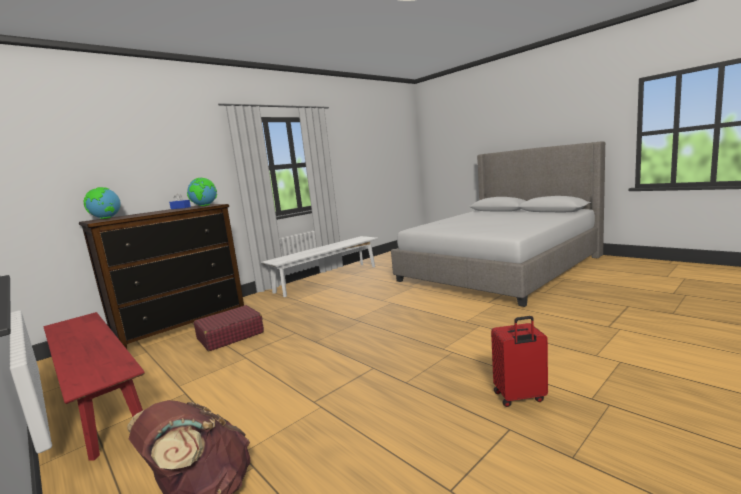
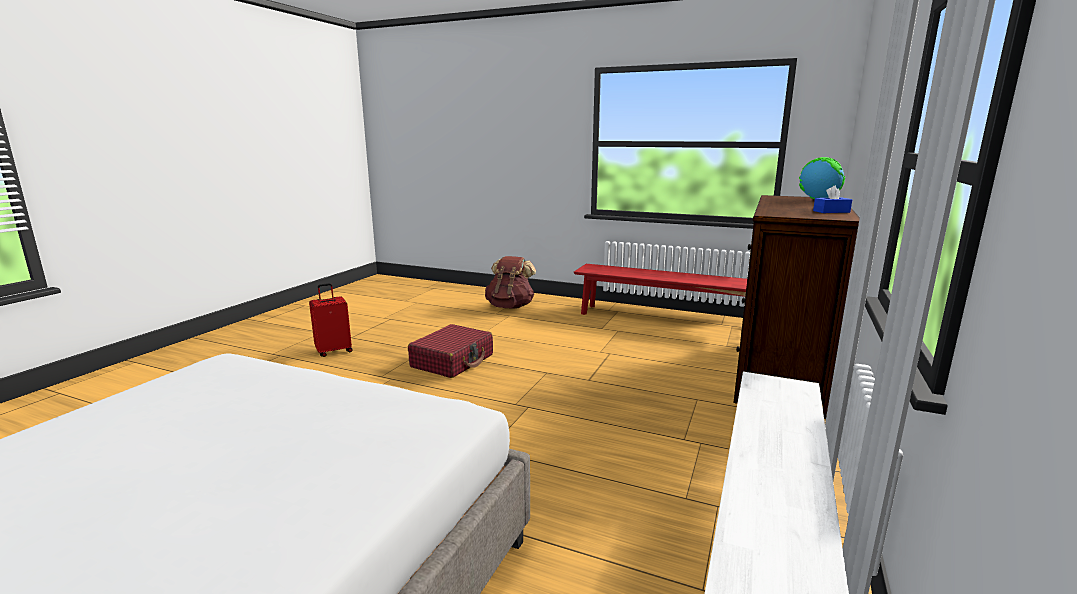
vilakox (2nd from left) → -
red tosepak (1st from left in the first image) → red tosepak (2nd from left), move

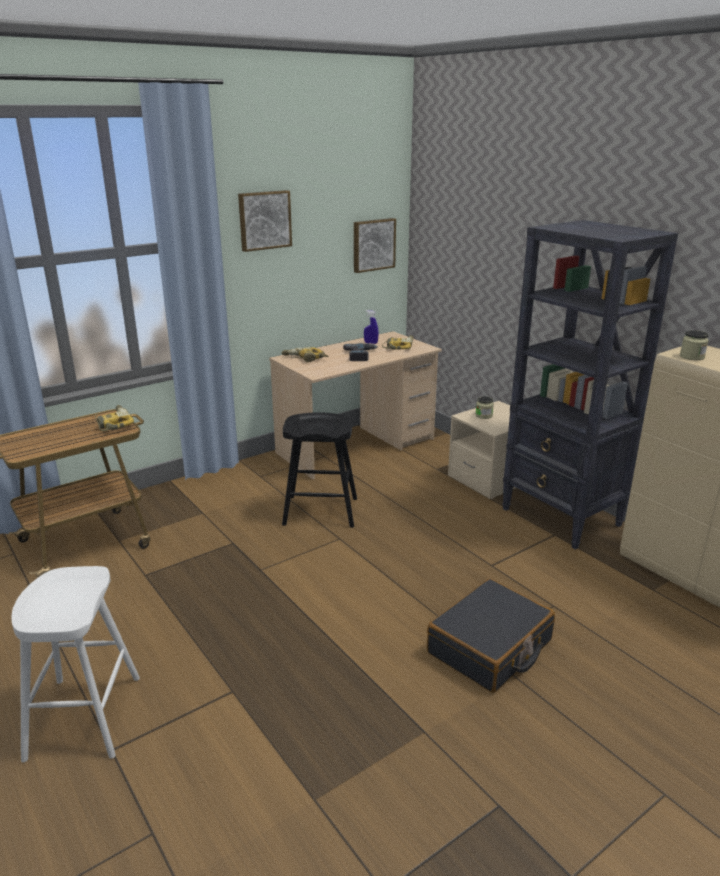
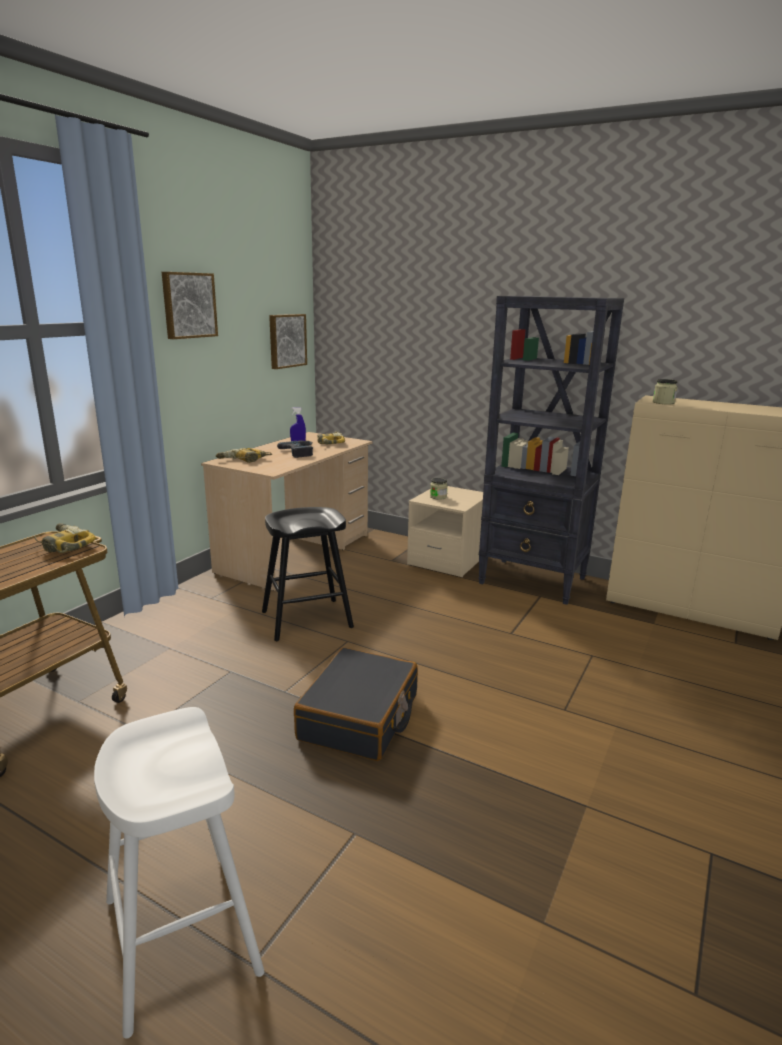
black tosepak, move

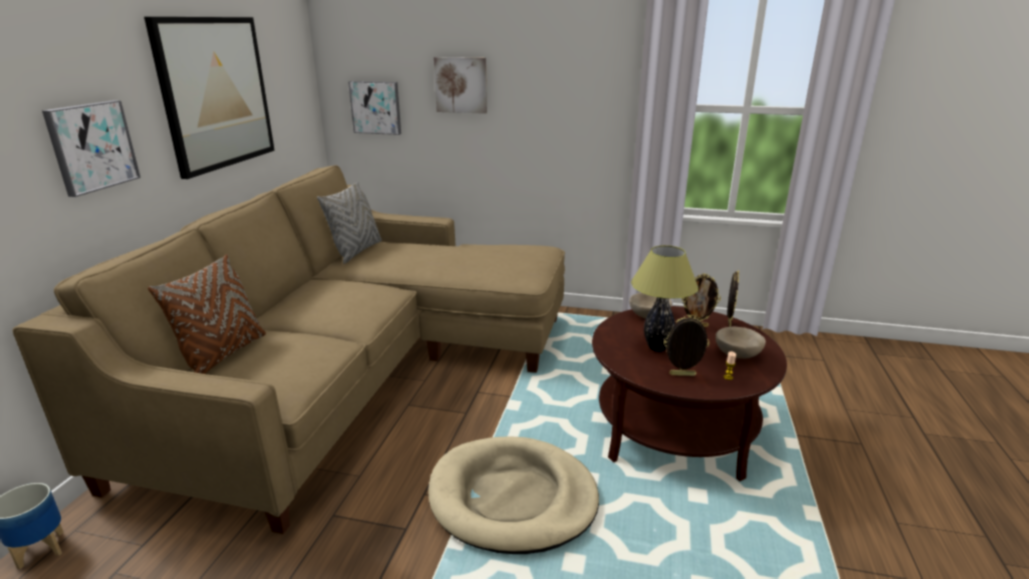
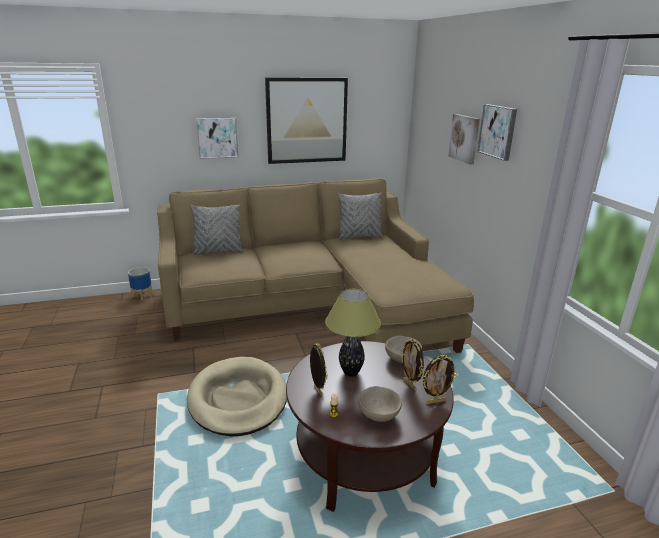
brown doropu → grey doropu (1st from left)
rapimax (3rd from left in the first image) → rapimax (4th from left), move

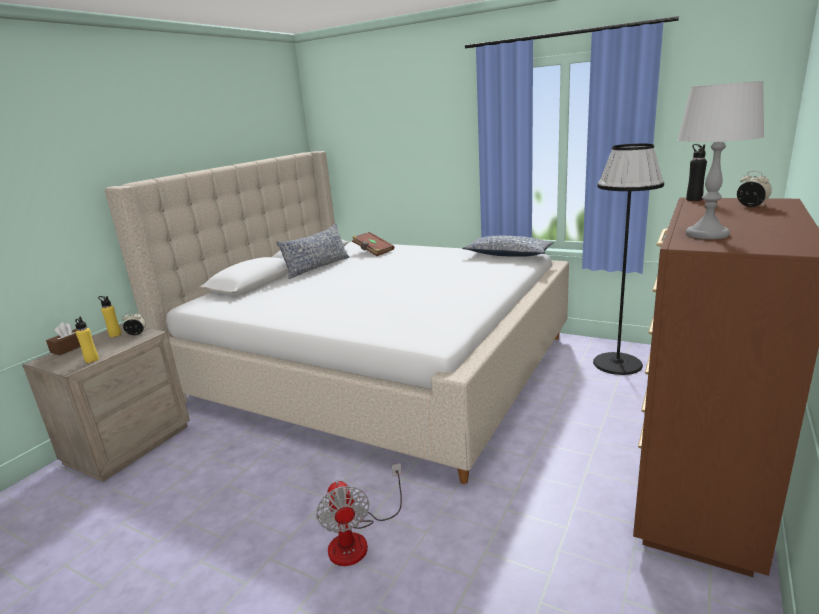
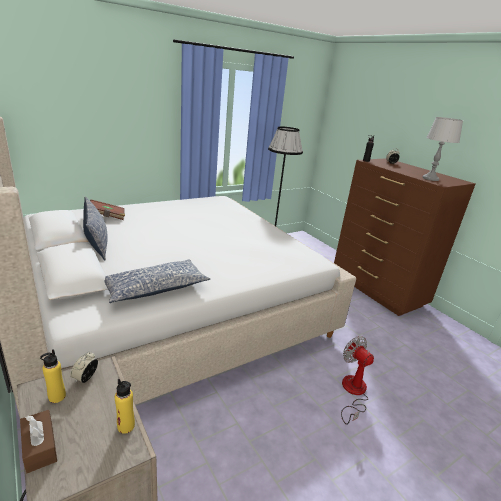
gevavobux, 135 degrees counterclockwise
doropu (2nd from left), move

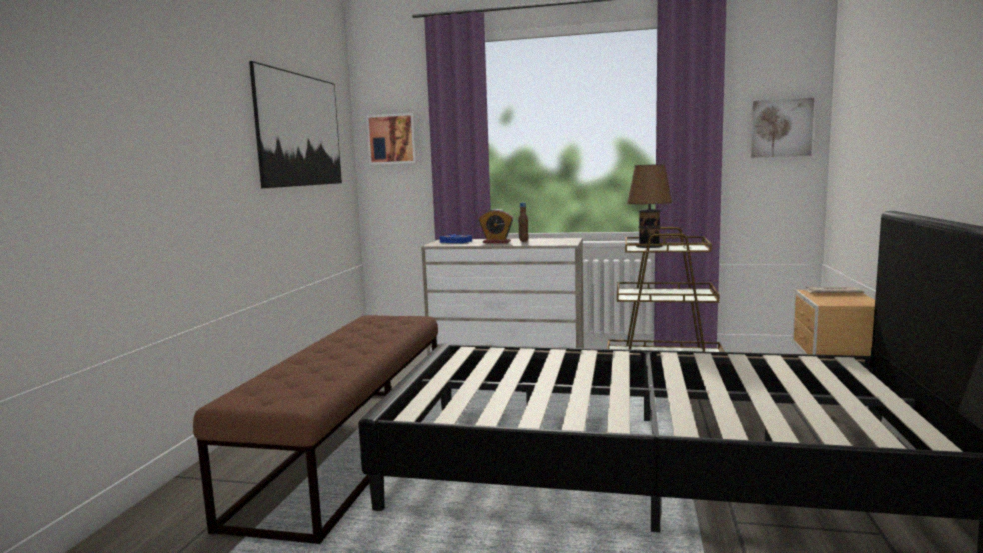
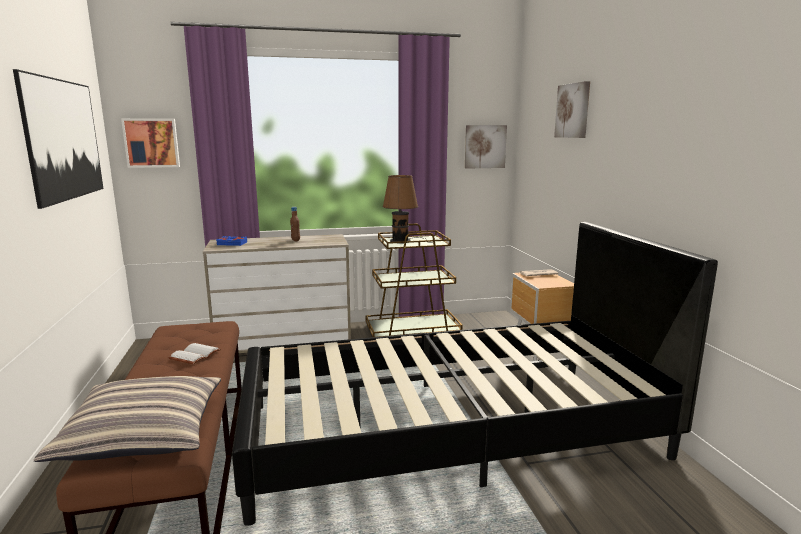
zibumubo → -
- → doropu
- → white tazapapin
- → rapimax (4th from left)

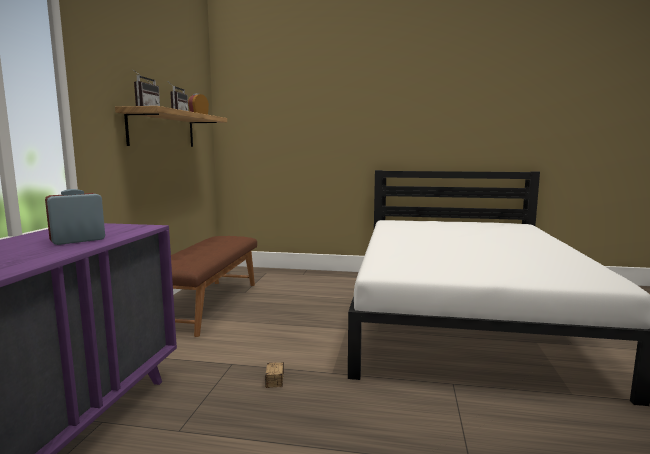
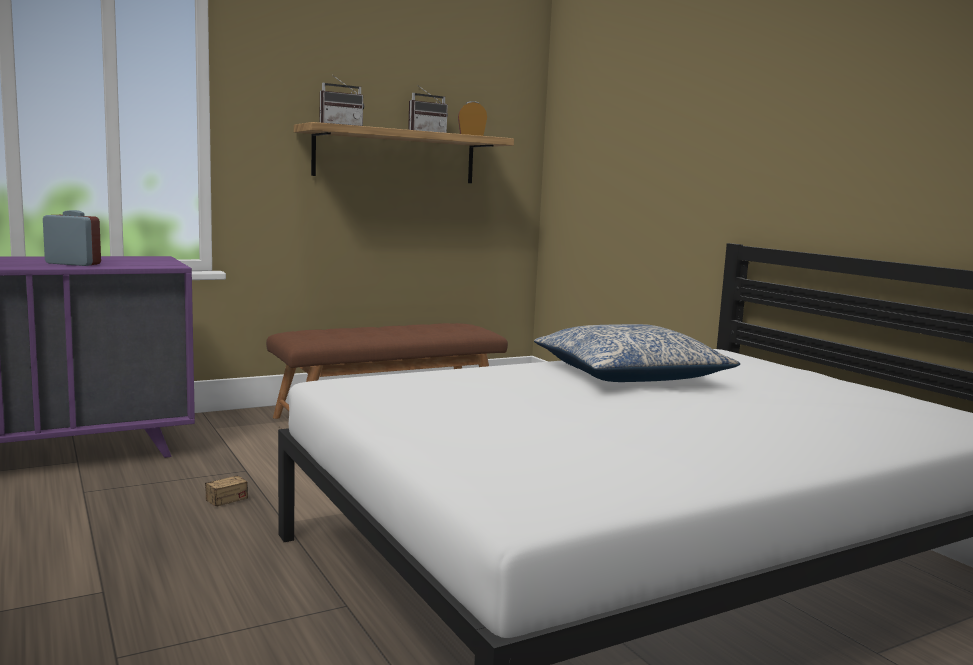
- → doropu

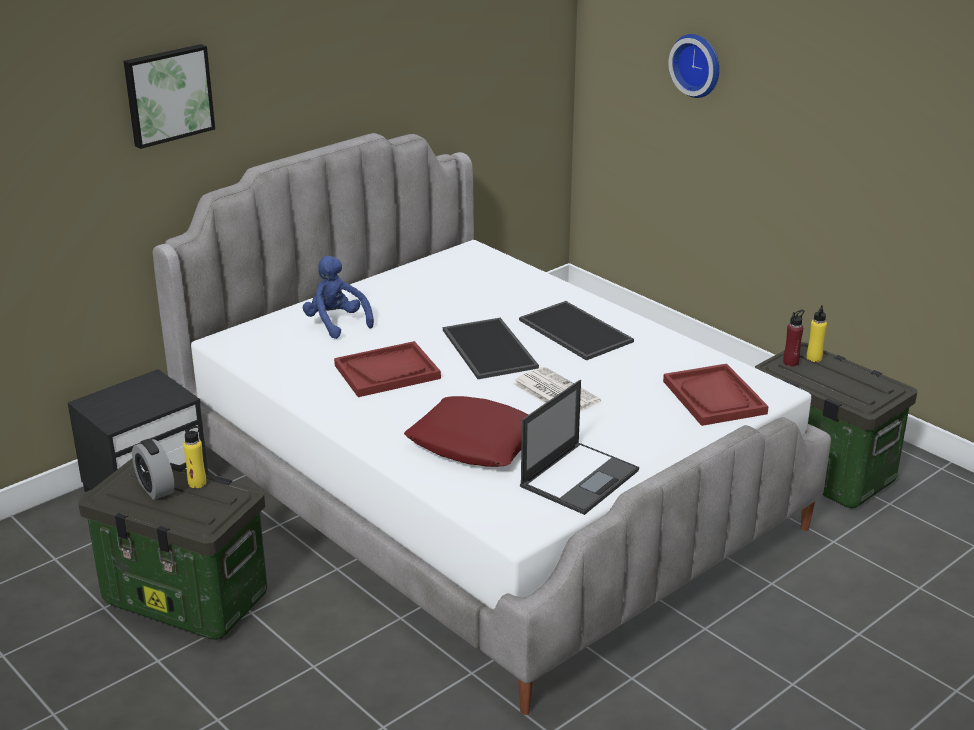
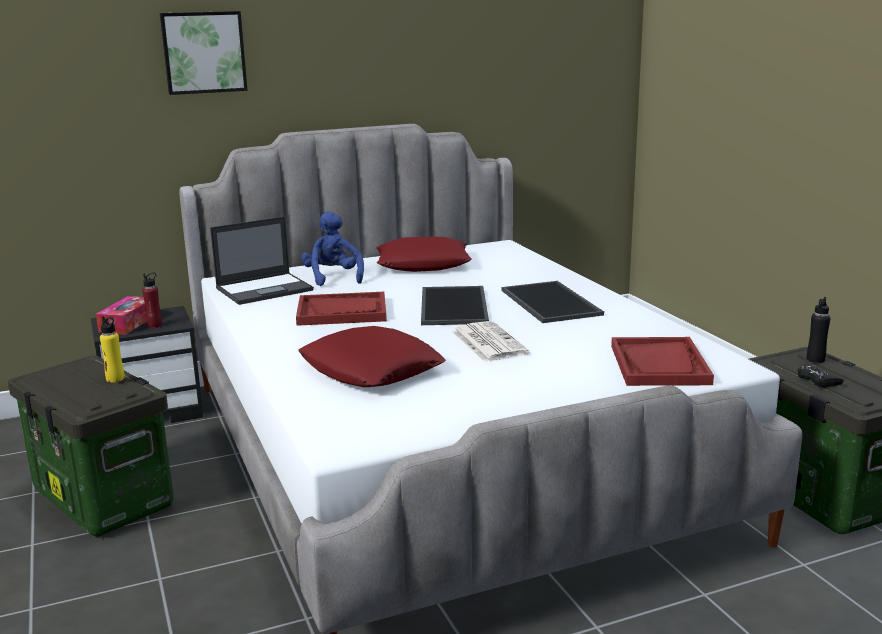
zibumubo → -
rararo, move
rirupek → -
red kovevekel, move
yellow kovevekel (2nd from left) → black kovevekel
- → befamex
- → red doropu (2nd from left)
- → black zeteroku

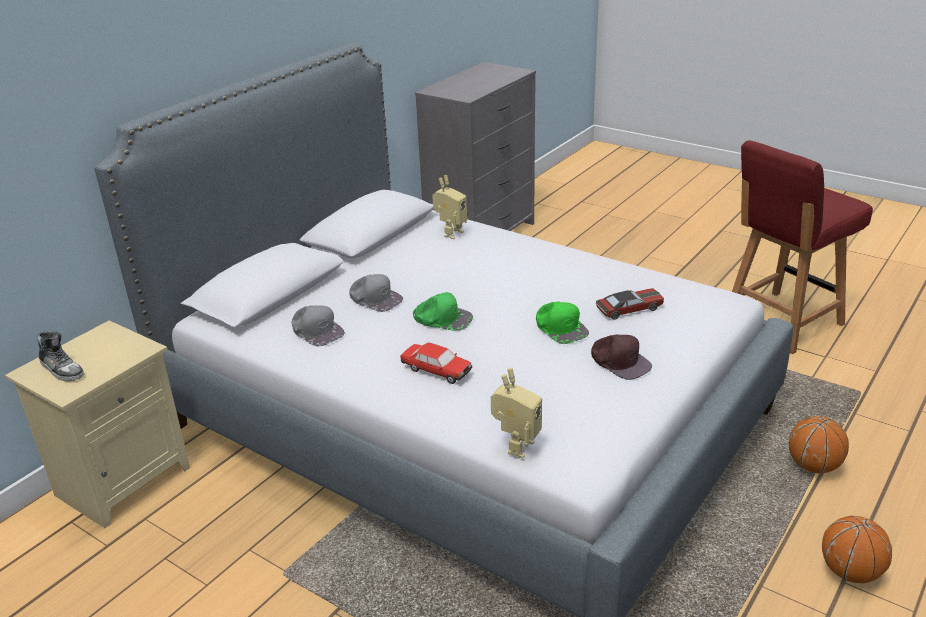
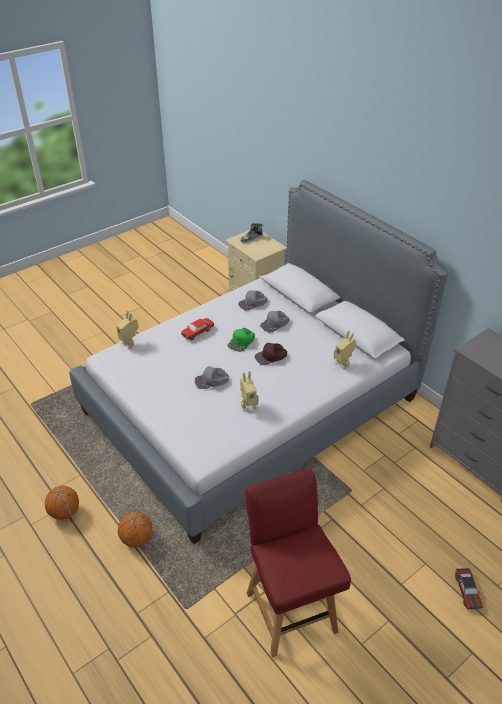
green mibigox (2nd from left) → grey mibigox (1st from left)
brown mibigox, move
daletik (2nd from left), move
- → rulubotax (2nd from left)

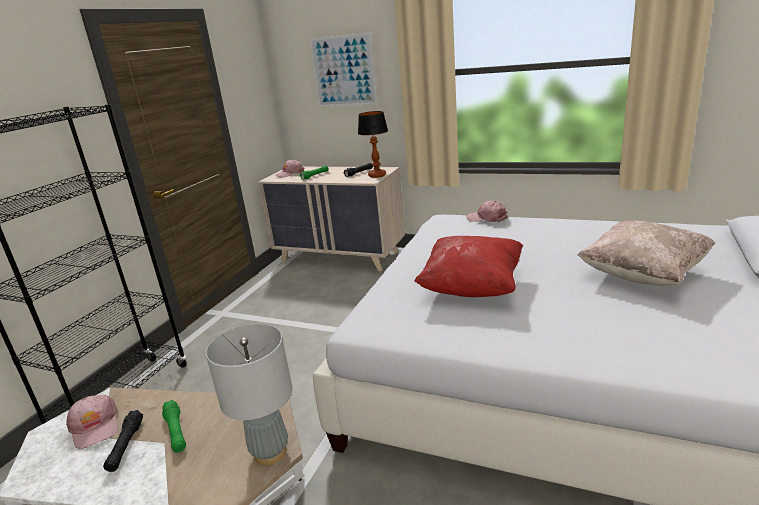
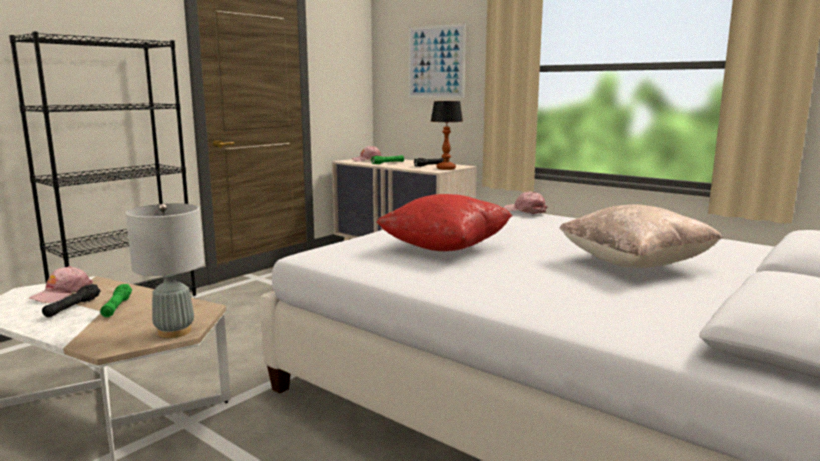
pink mibigox (1st from left), 45 degrees clockwise

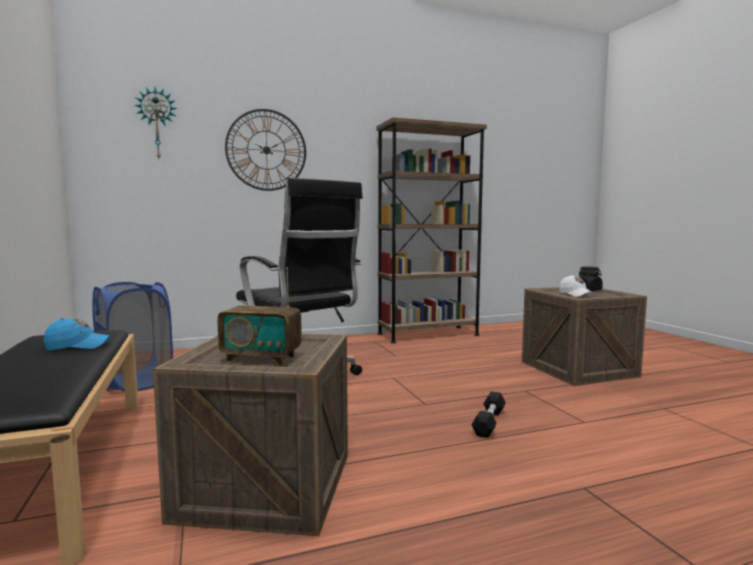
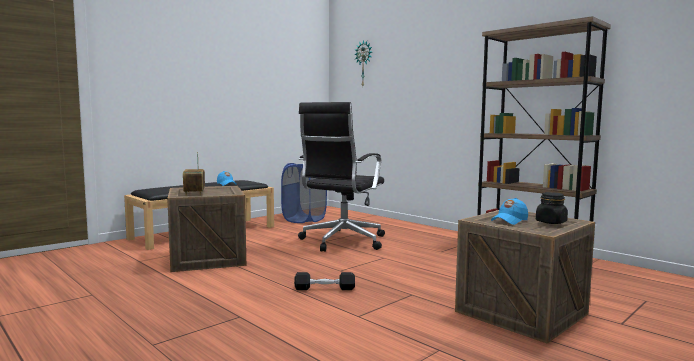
rirupek (2nd from left) → -
white mibigox → blue mibigox (2nd from left)

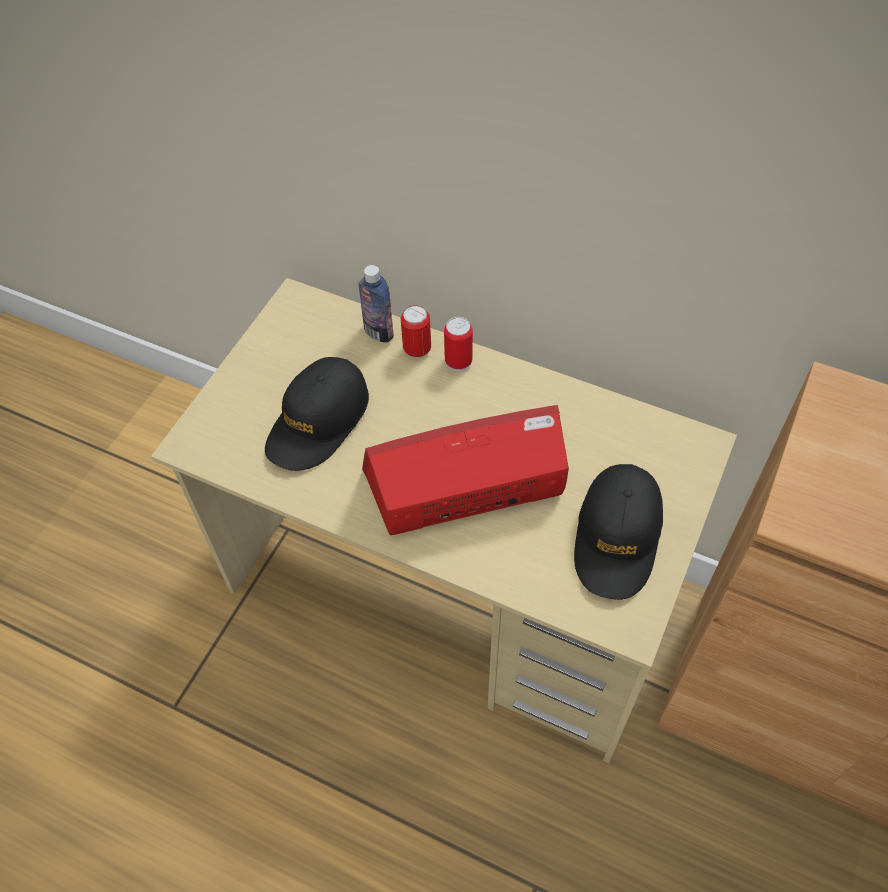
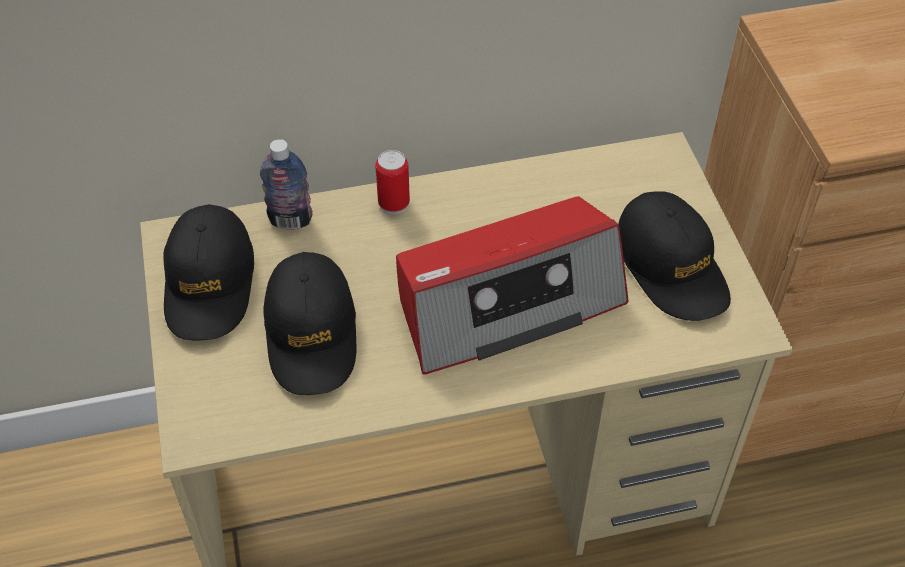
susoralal, 150 degrees counterclockwise
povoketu (1st from left) → -
- → black mibigox (1st from left)

